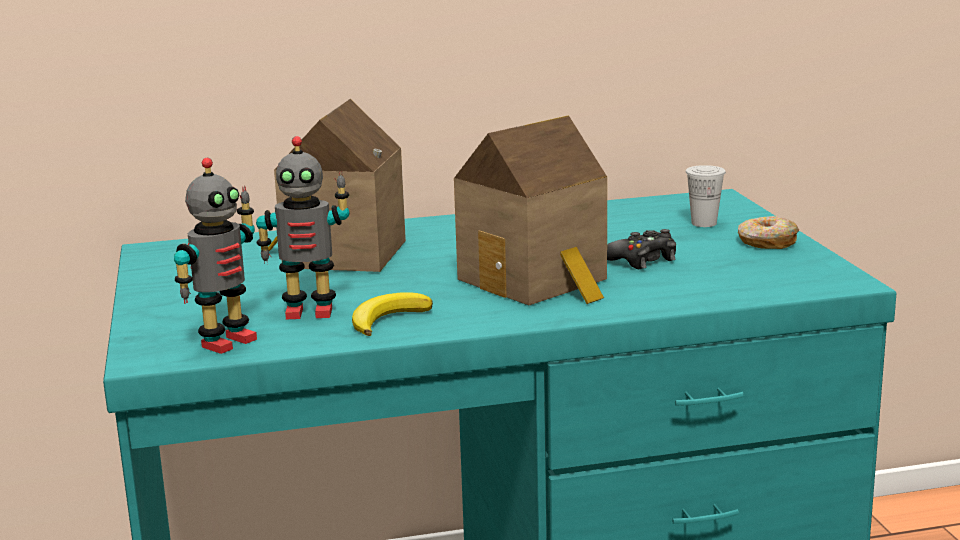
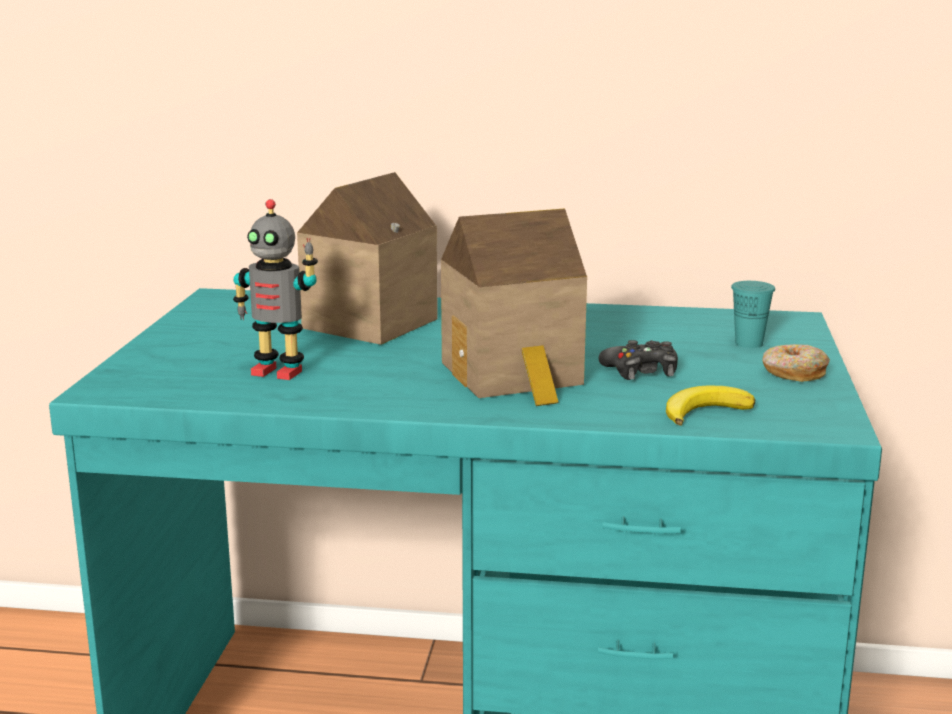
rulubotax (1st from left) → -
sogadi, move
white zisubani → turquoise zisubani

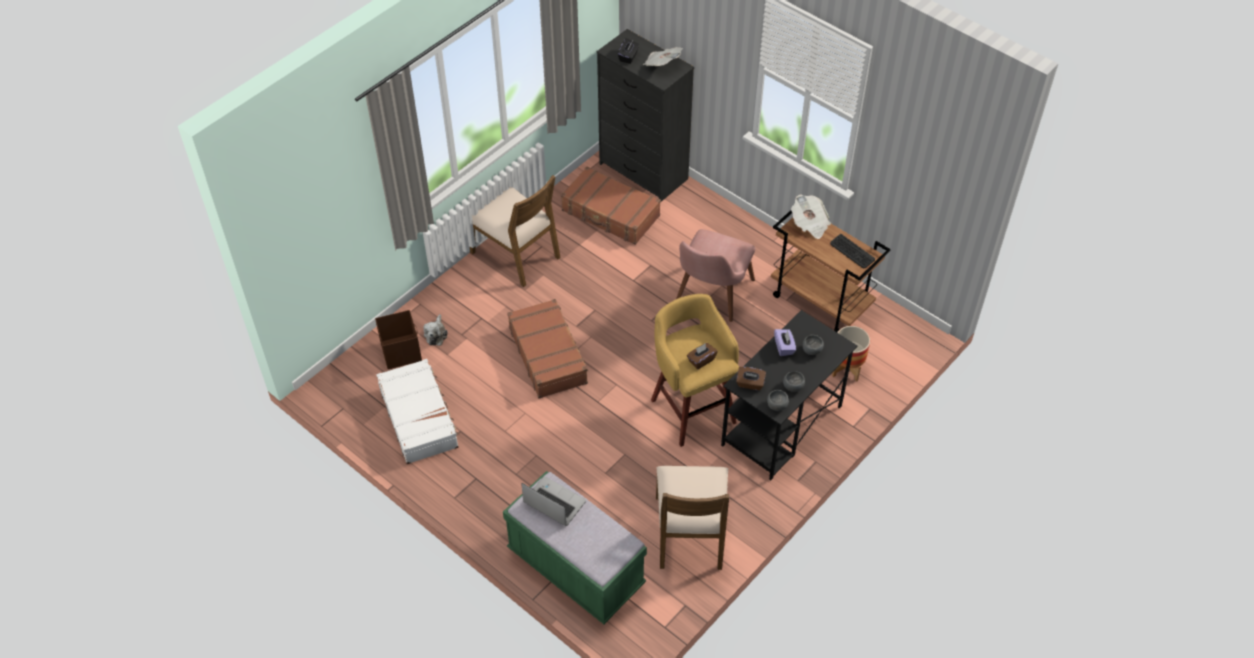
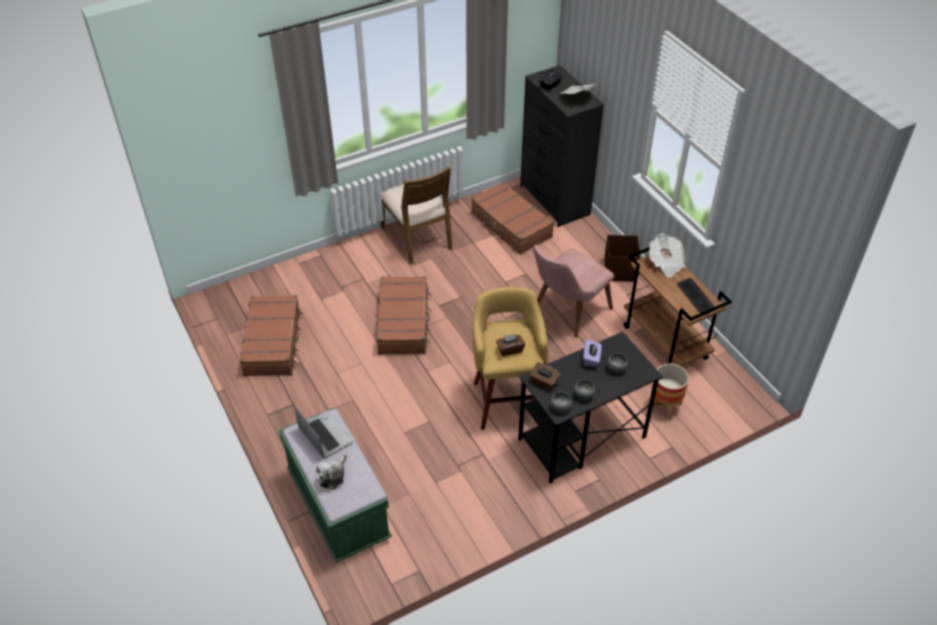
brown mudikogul, move
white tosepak → brown tosepak (1st from left)
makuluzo, move
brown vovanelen (2nd from left) → -

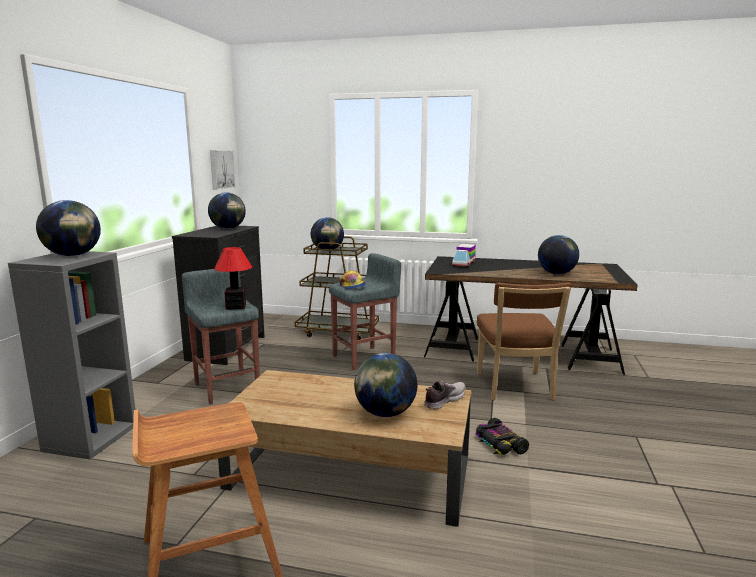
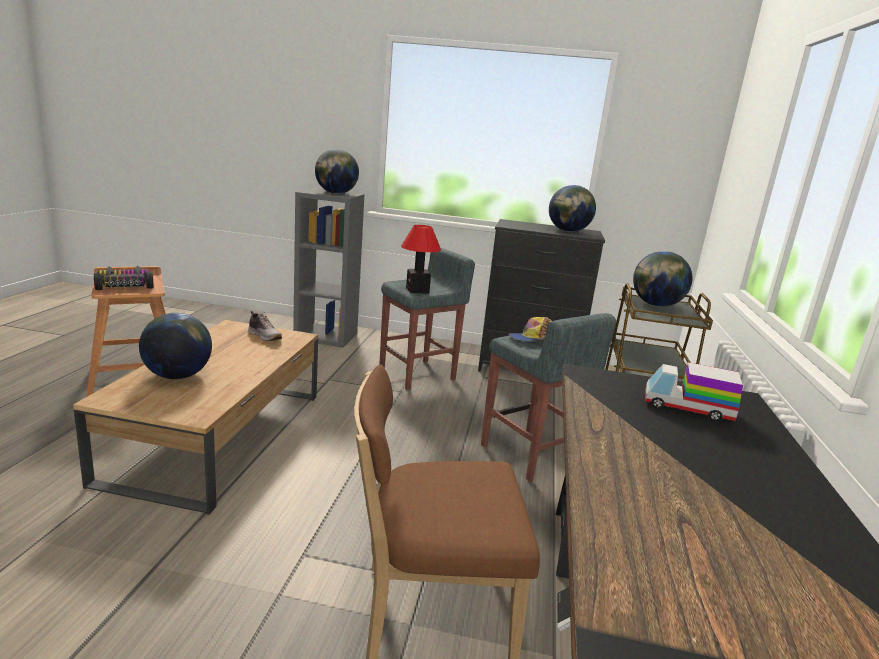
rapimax → -
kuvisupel, move
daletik, move
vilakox (5th from left) → -

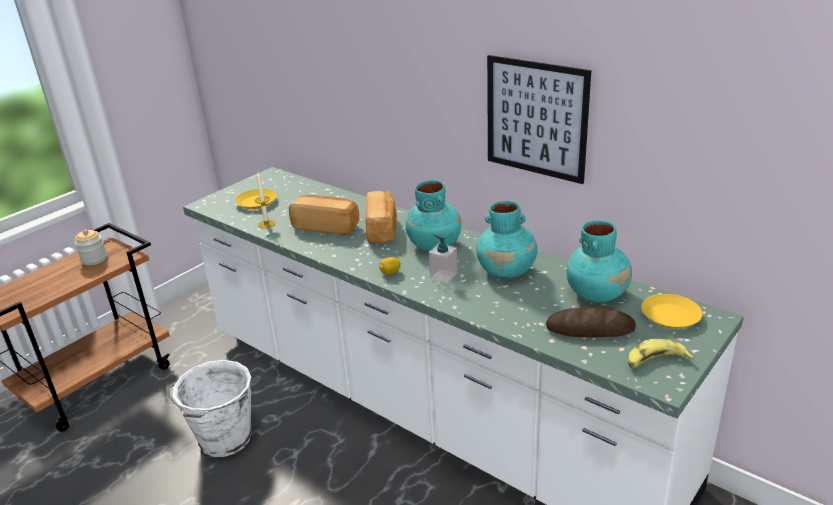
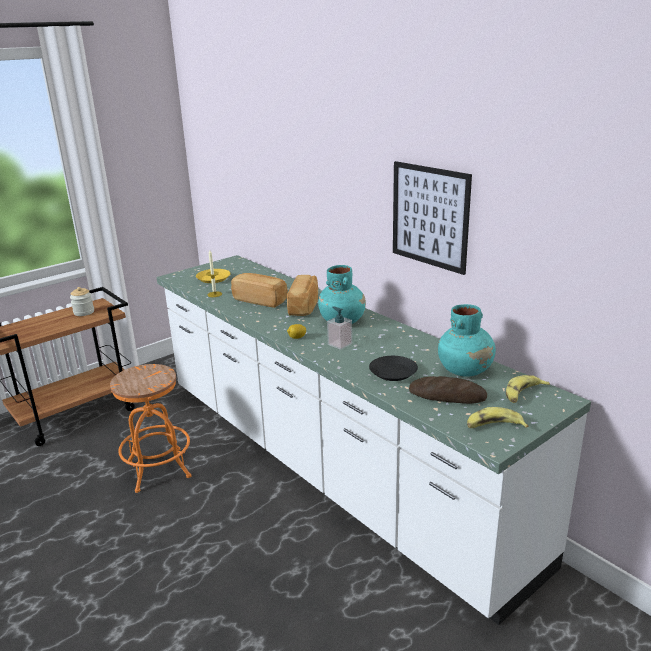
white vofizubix → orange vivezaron
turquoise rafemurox (2nd from left) → -
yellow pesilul (2nd from left) → sogadi (2nd from left)
- → black pesilul

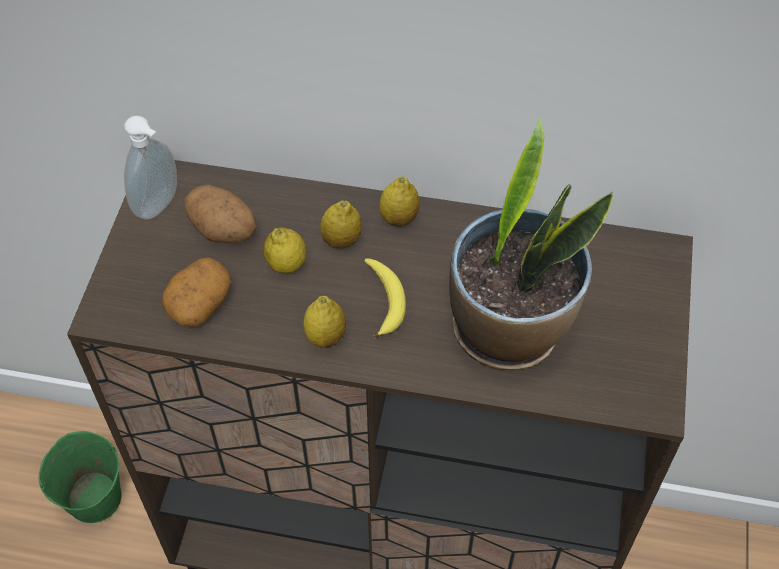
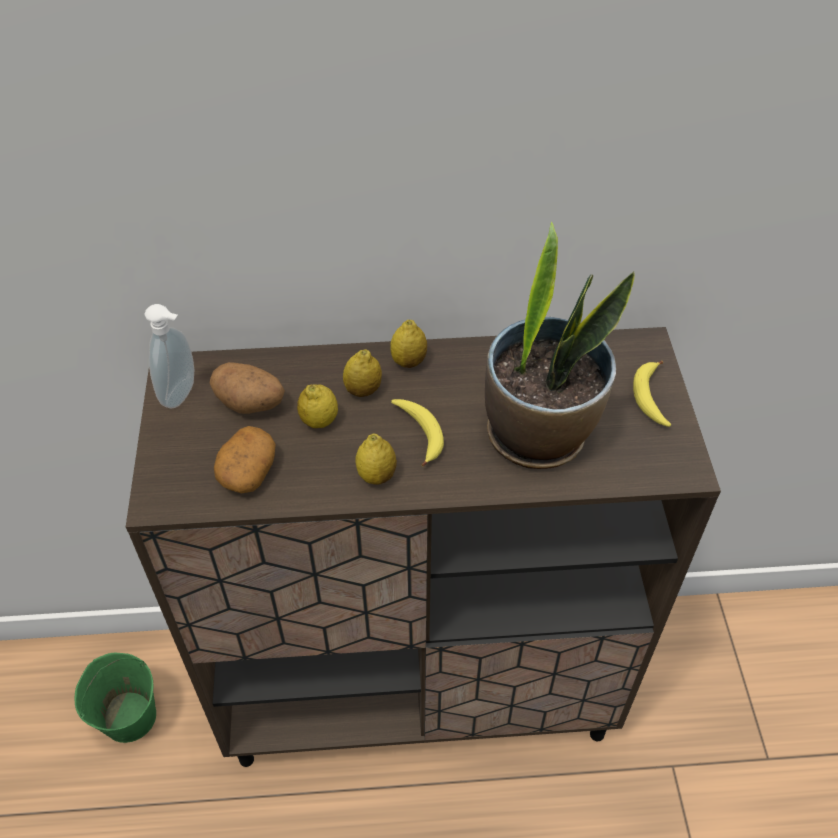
- → sogadi (2nd from left)

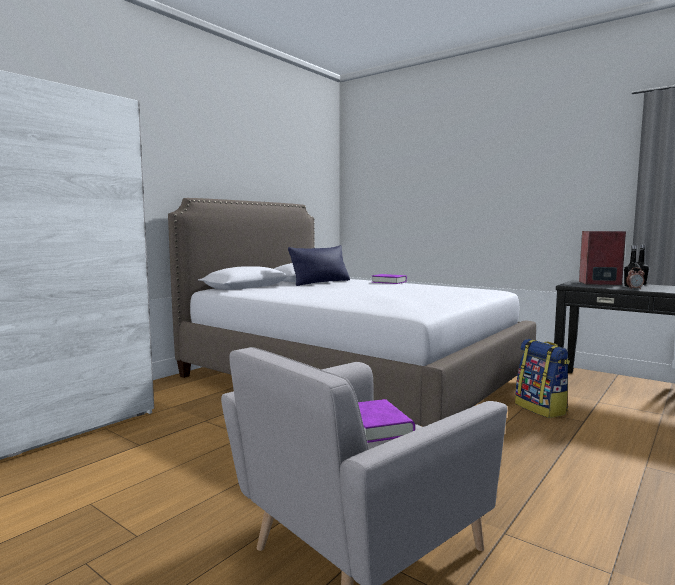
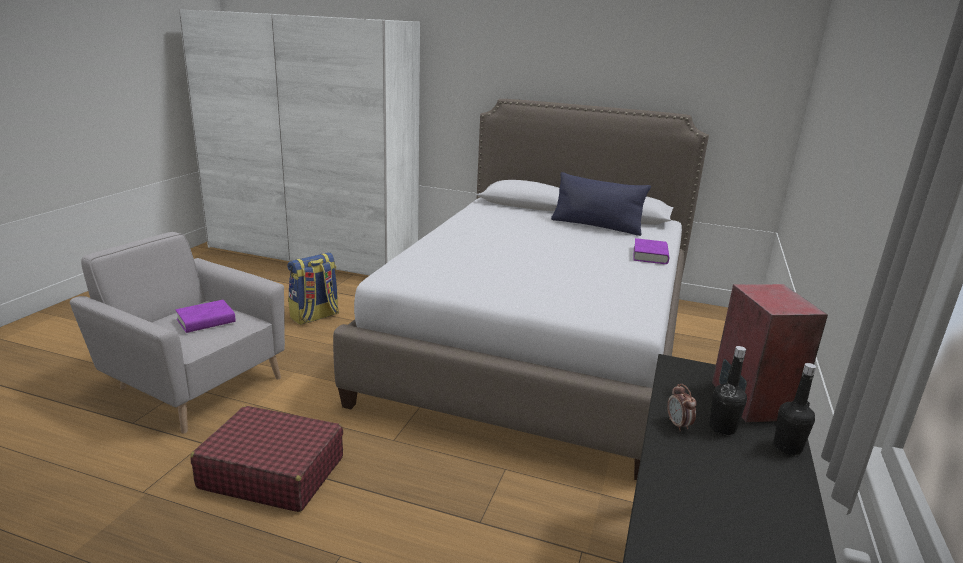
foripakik, move
- → red tosepak

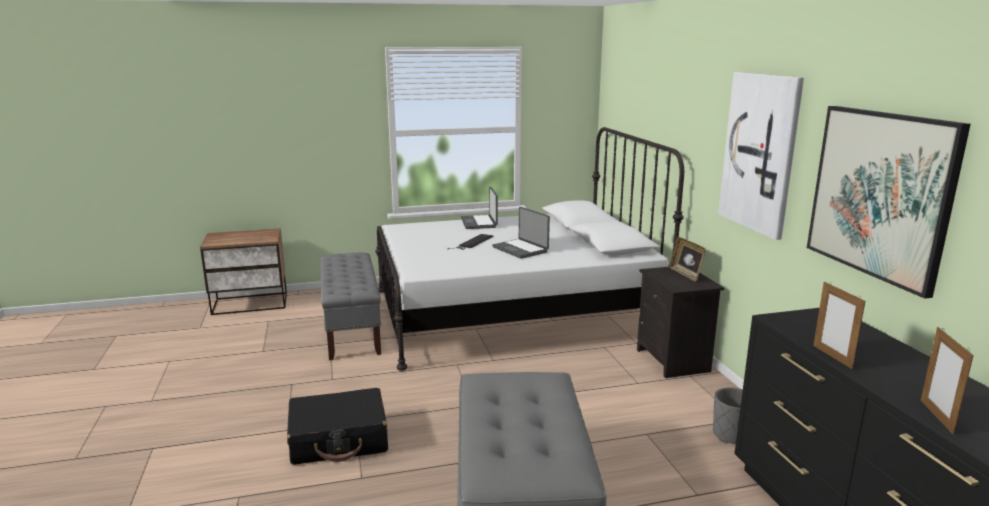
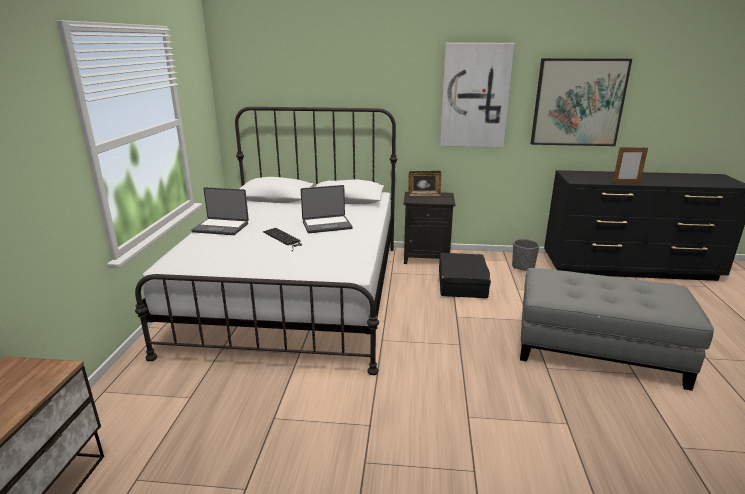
black tosepak, move
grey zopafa → -
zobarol (3rd from left) → -

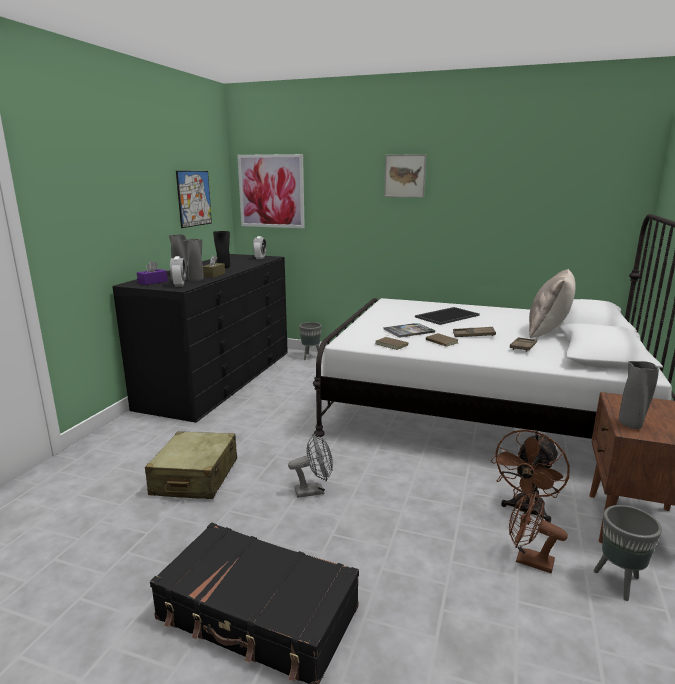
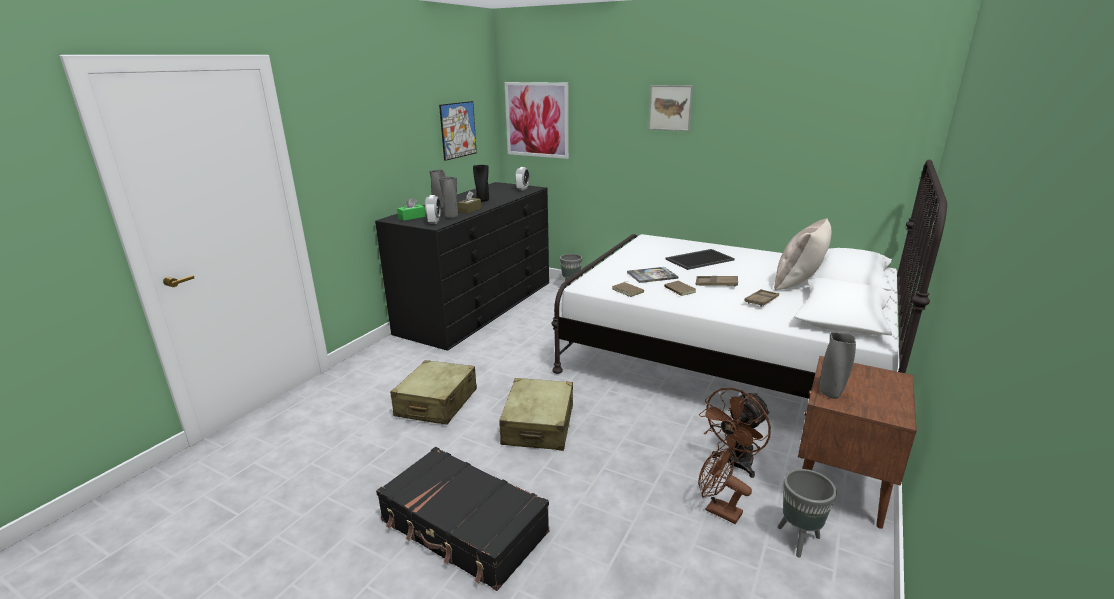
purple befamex → green befamex
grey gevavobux → beige tosepak (2nd from left)

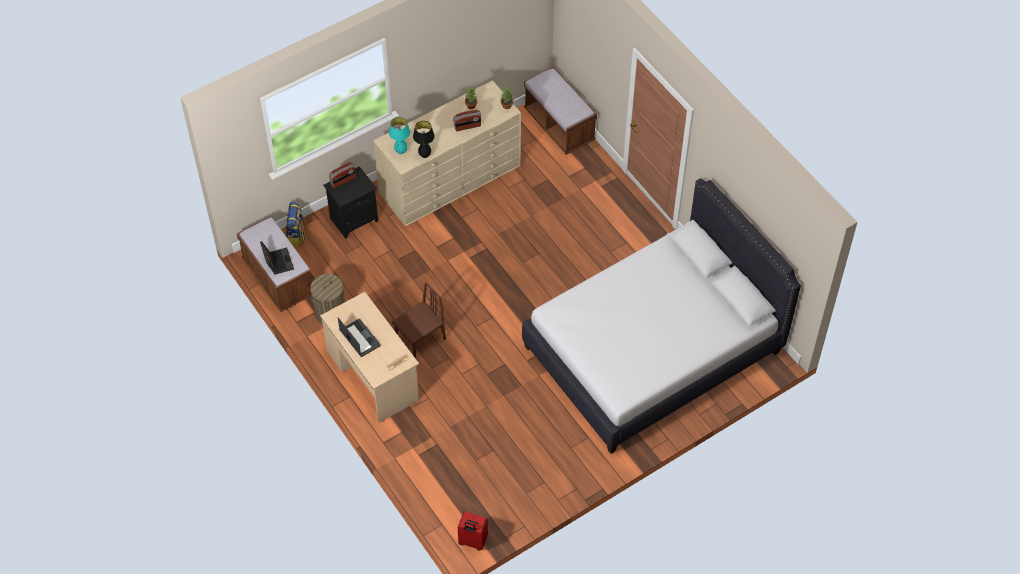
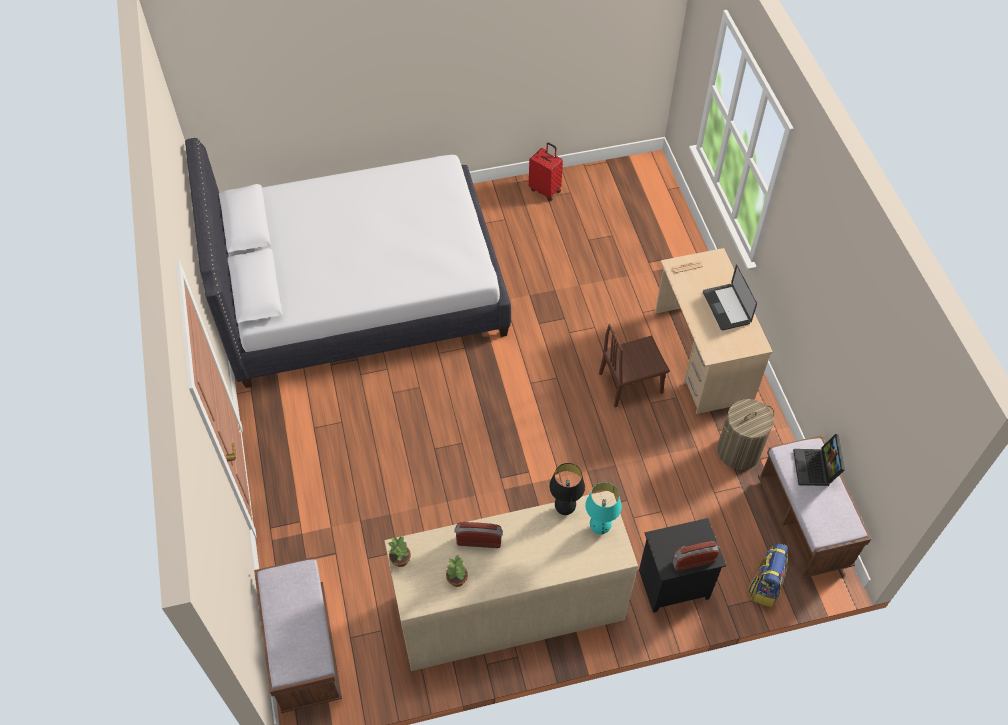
red tosepak, move

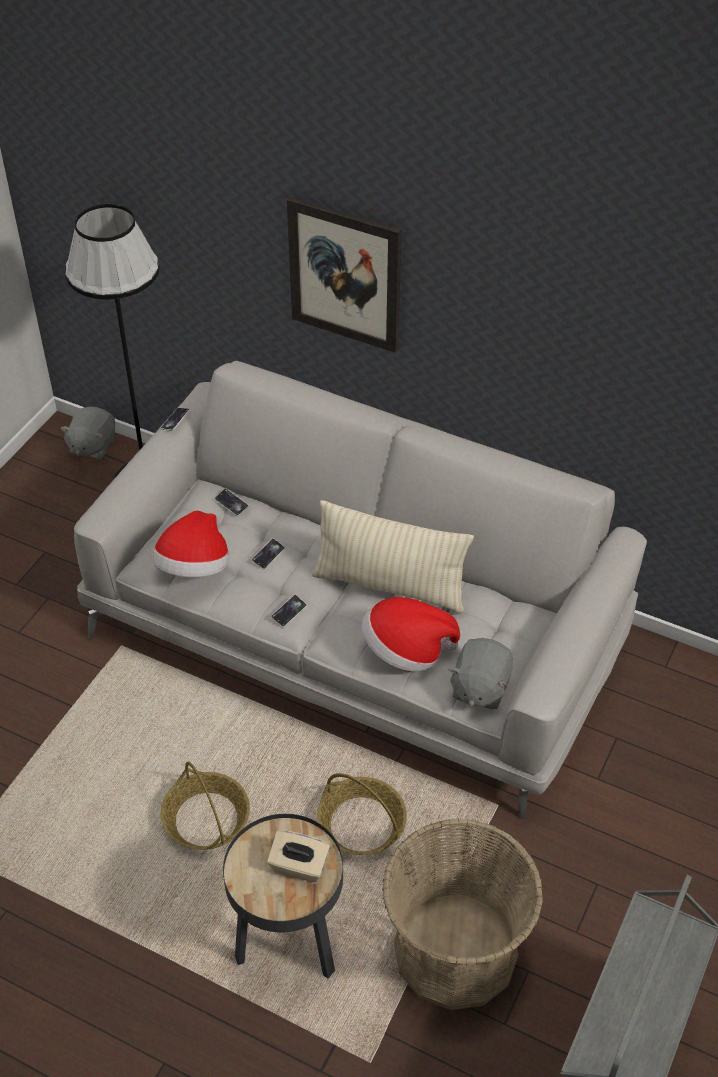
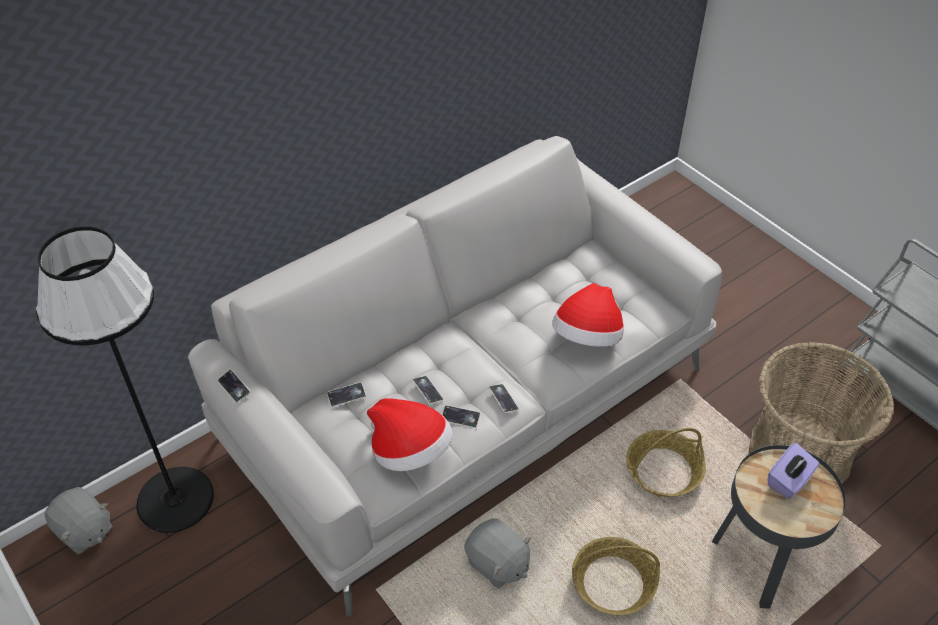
beige befamex → purple befamex
rapimax → -
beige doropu → -
grey makuluzo (2nd from left), move
- → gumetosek (4th from left)

